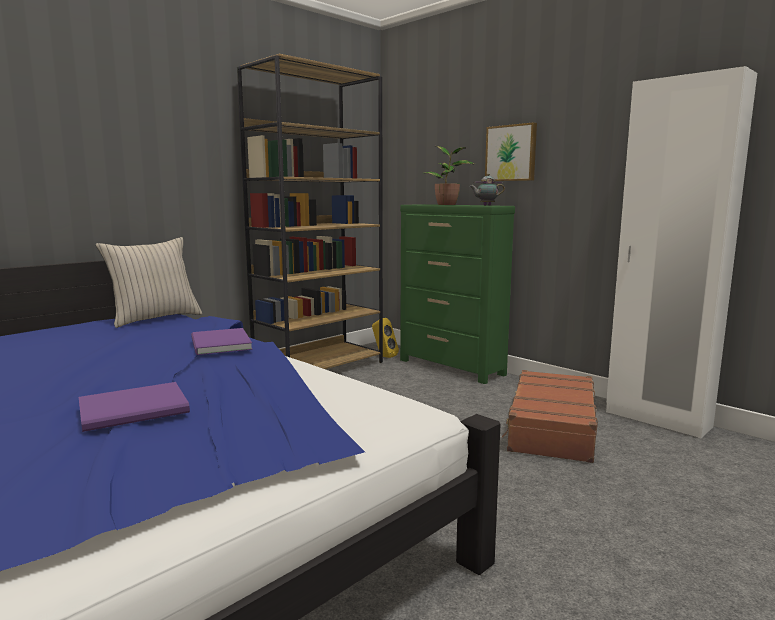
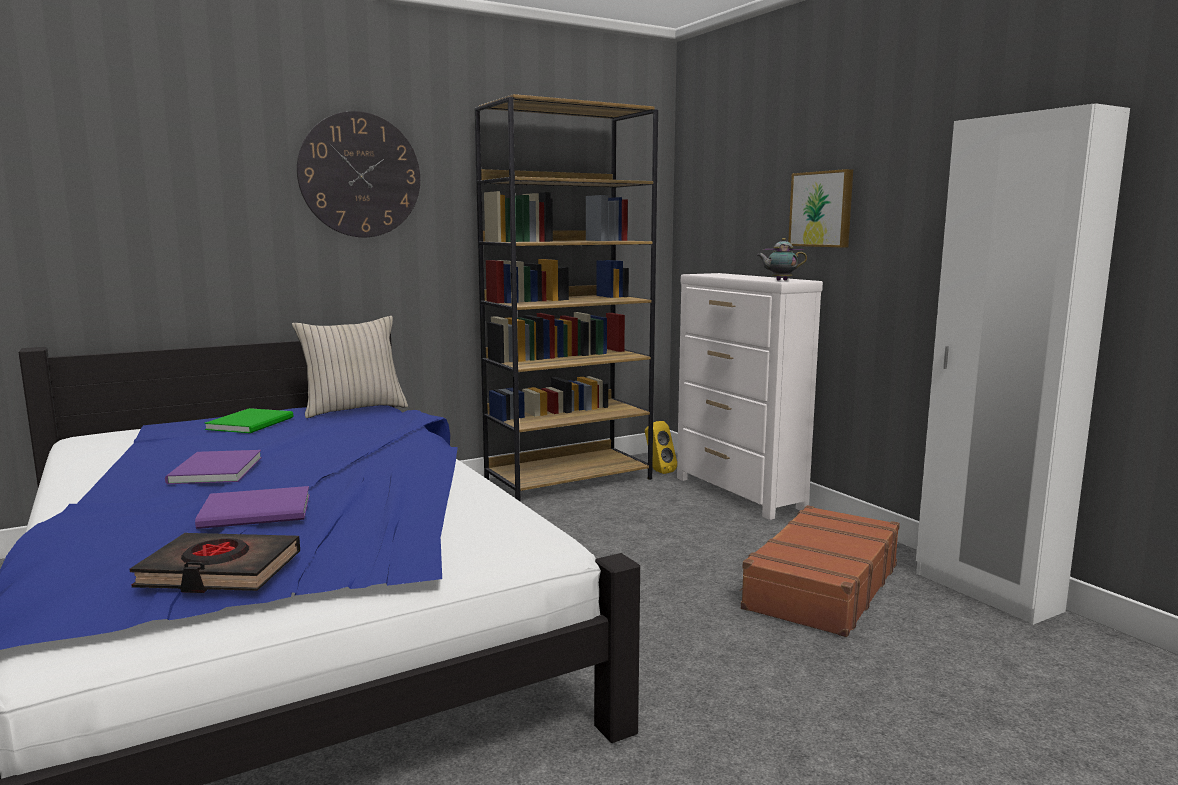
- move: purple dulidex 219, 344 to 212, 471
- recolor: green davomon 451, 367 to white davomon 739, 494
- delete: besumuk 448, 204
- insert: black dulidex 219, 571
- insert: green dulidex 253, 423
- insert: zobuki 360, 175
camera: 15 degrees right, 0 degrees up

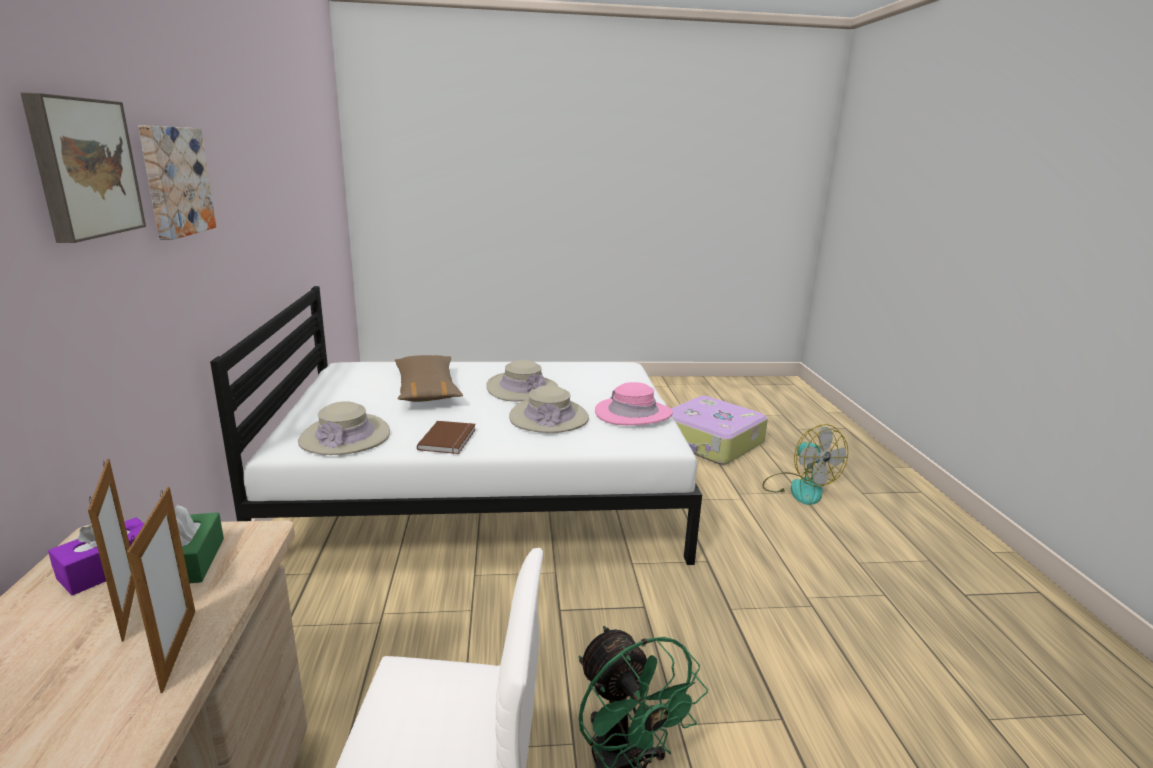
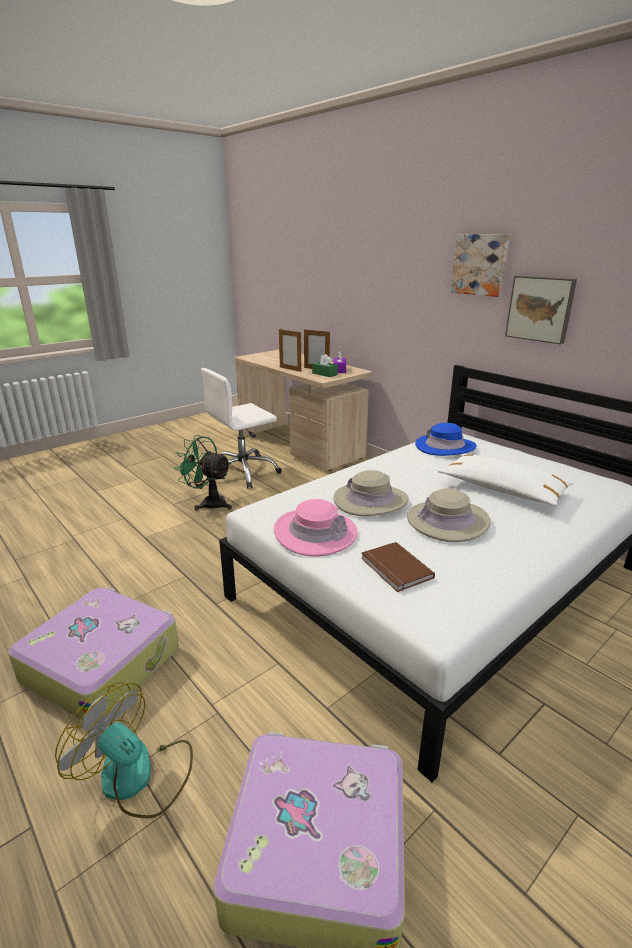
- move: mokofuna 82, 167 to 540, 309
- recolor: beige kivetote 345, 437 to blue kivetote 445, 446
- recolor: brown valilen 427, 389 to white valilen 502, 489
- move: brown dulidex 449, 439 to 394, 569
- insert: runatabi 102, 663
camera: 145 degrees right, 5 degrees up

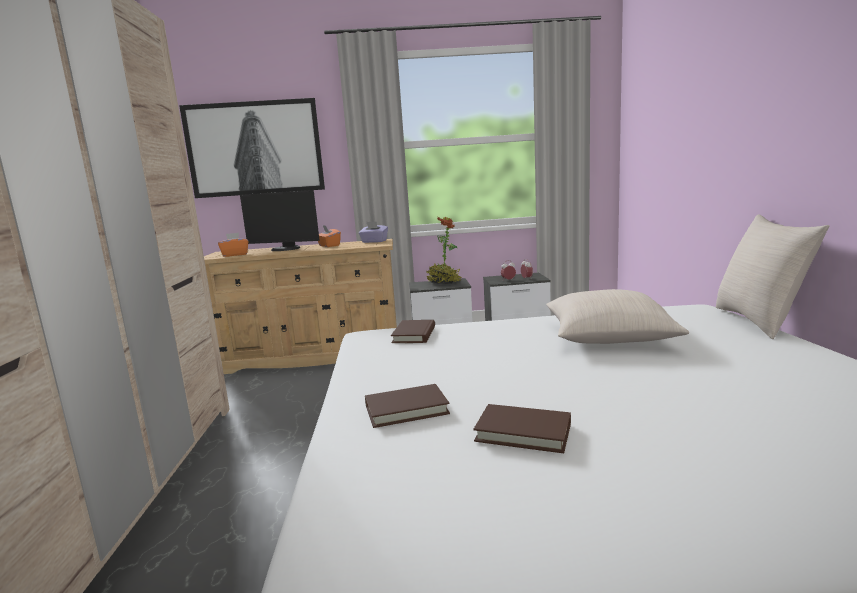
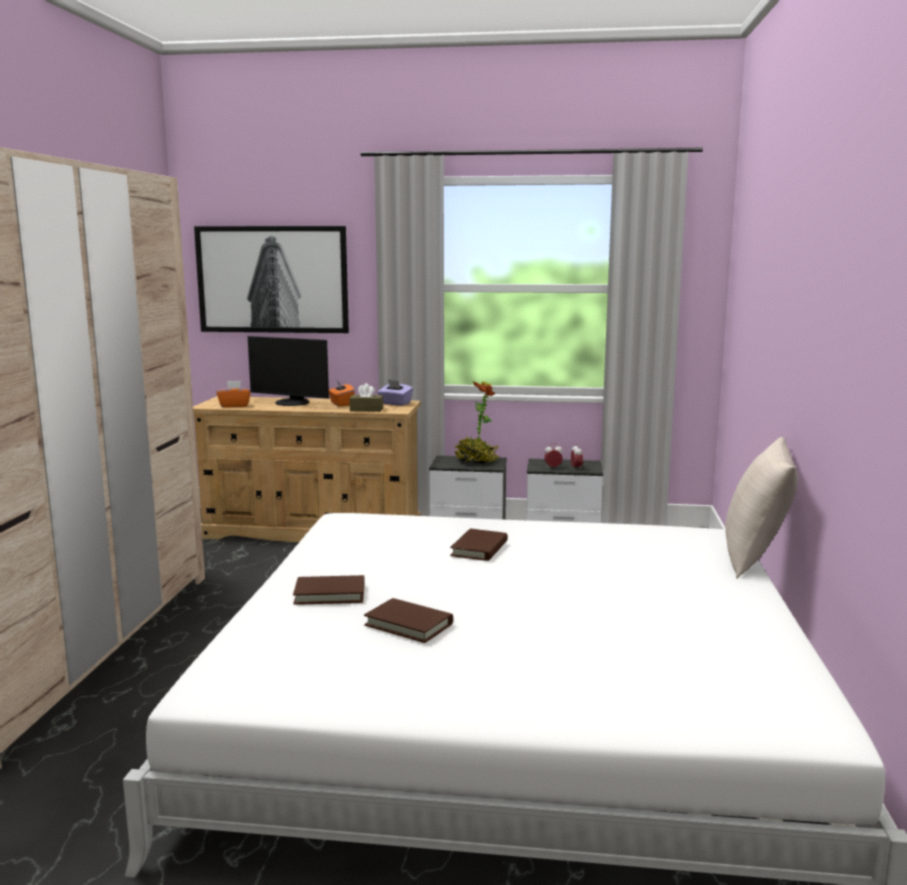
- move: brown dulidex 414, 335 to 479, 548
- delete: beige valilen 608, 337
- insert: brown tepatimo 366, 410
camera: 10 degrees right, 0 degrees up

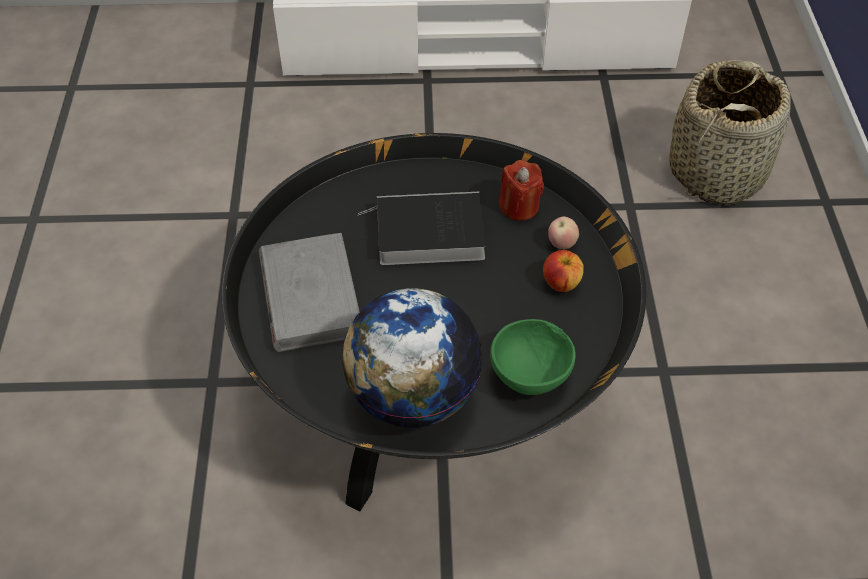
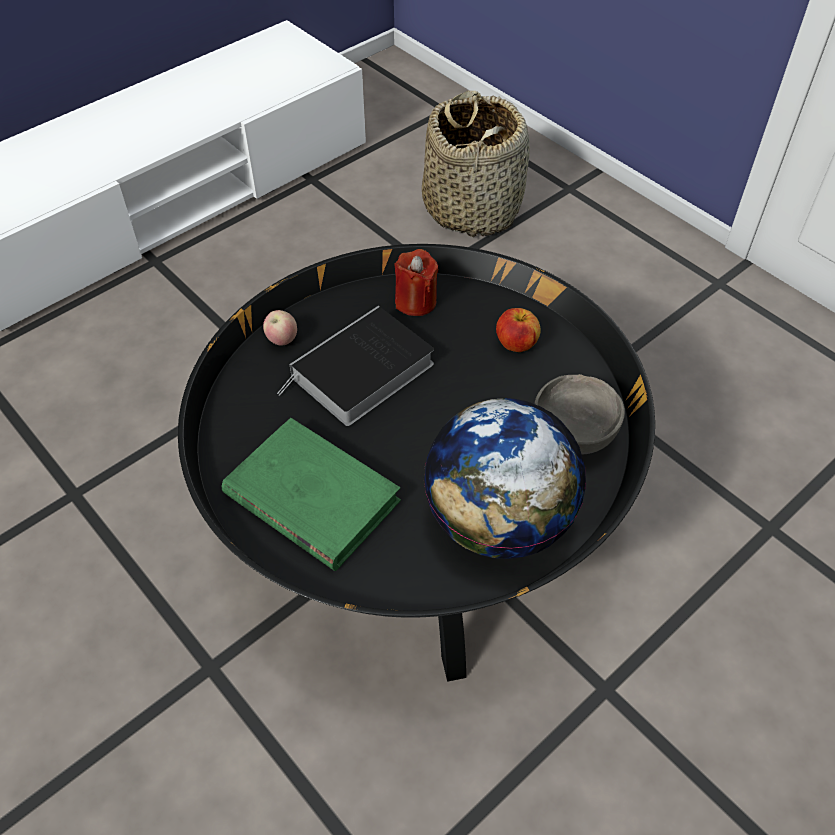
- recolor: grey dulidex 310, 295 to green dulidex 311, 497
- recolor: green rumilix 531, 376 to grey rumilix 574, 436
- move: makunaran 561, 243 to 282, 340
camera: 40 degrees left, 0 degrees up

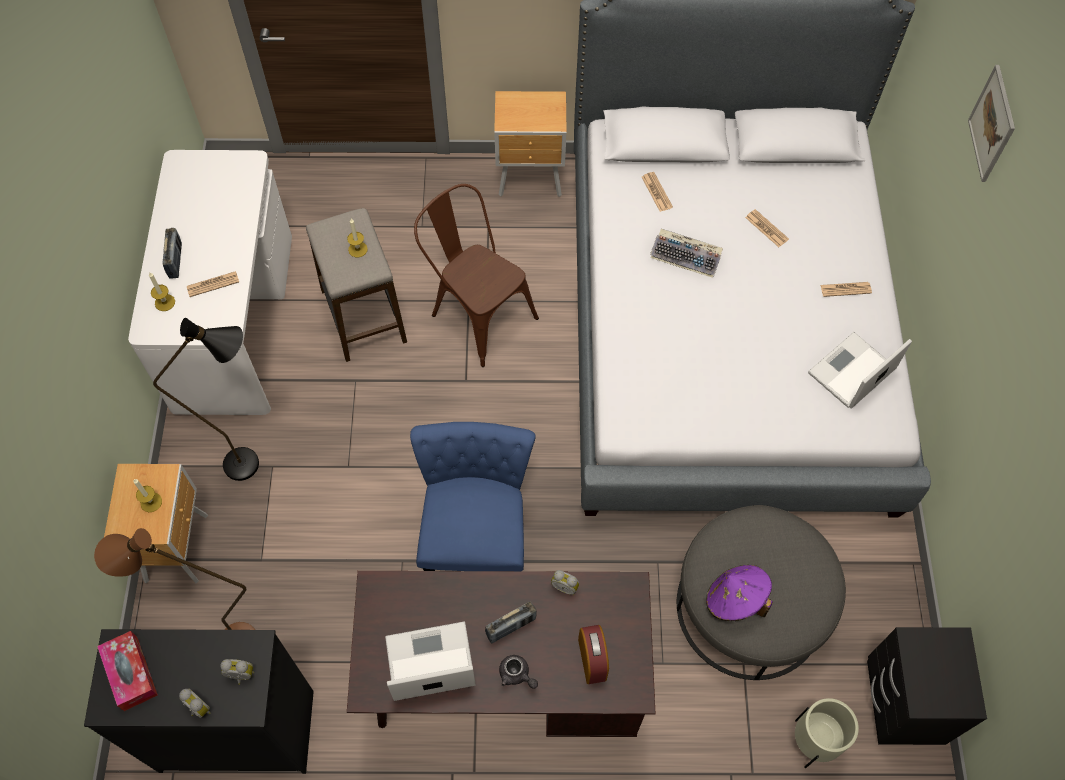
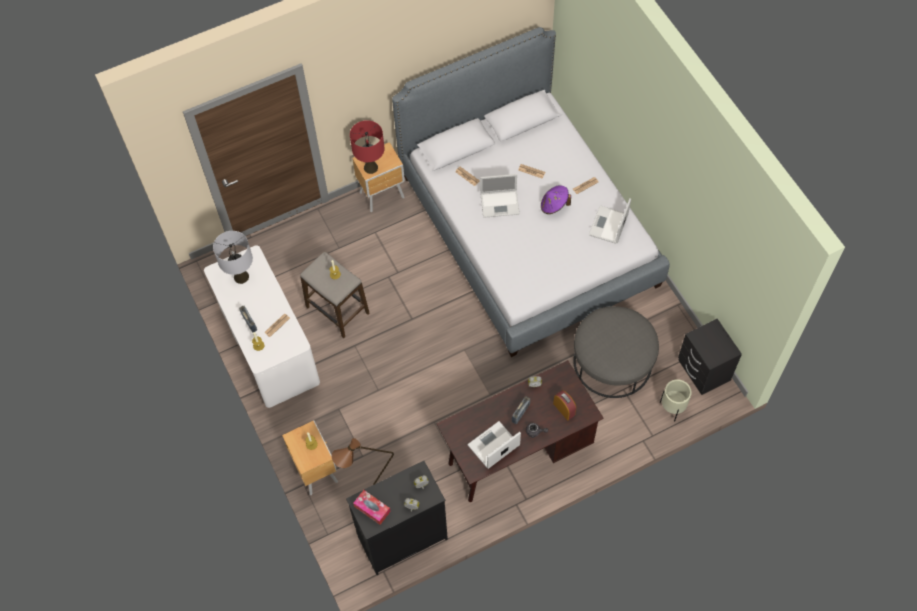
- delete: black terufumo 255, 463
- delete: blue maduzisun 476, 535
- delete: brown maduzisun 477, 313
- replace: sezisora 686, 256 to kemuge 500, 203
- move: purple kivetote 735, 600 to 554, 205
- delete: mokofuna 992, 124
- insert: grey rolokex 241, 277
- insert: red rolokex 371, 168
camera: 25 degrees left, 0 degrees up

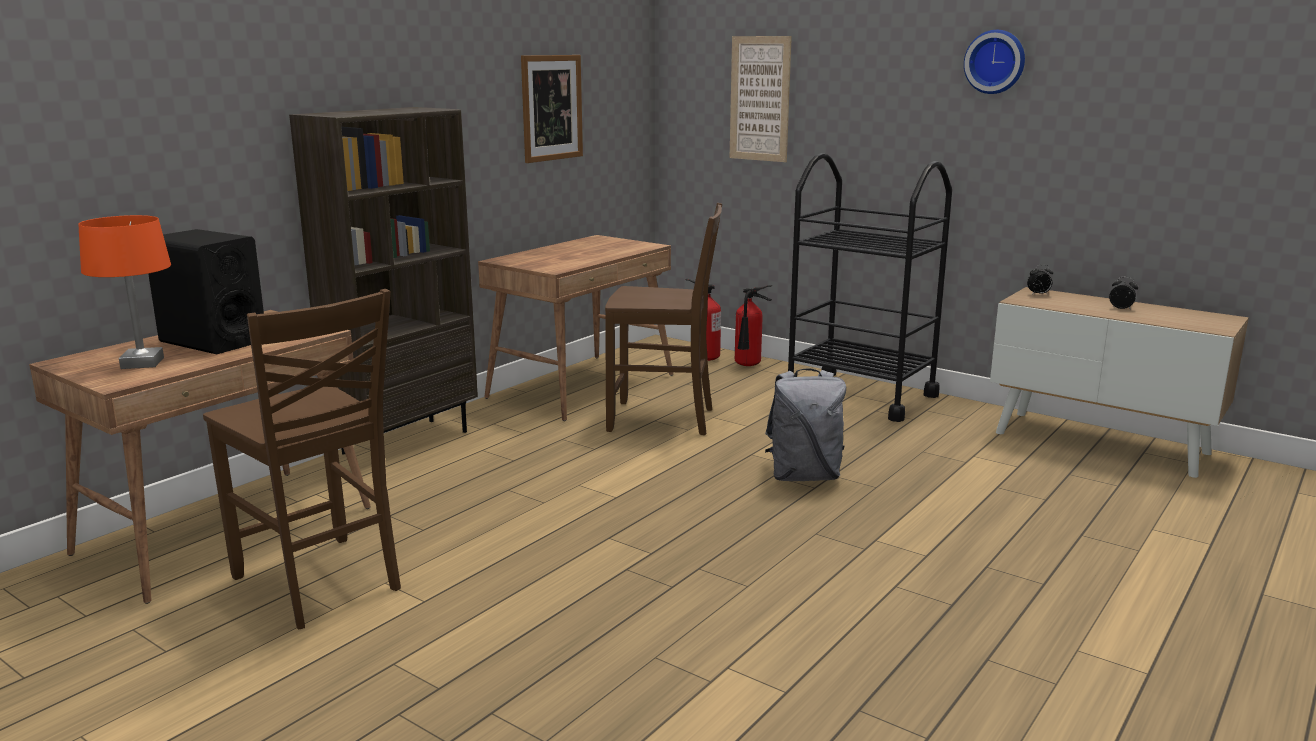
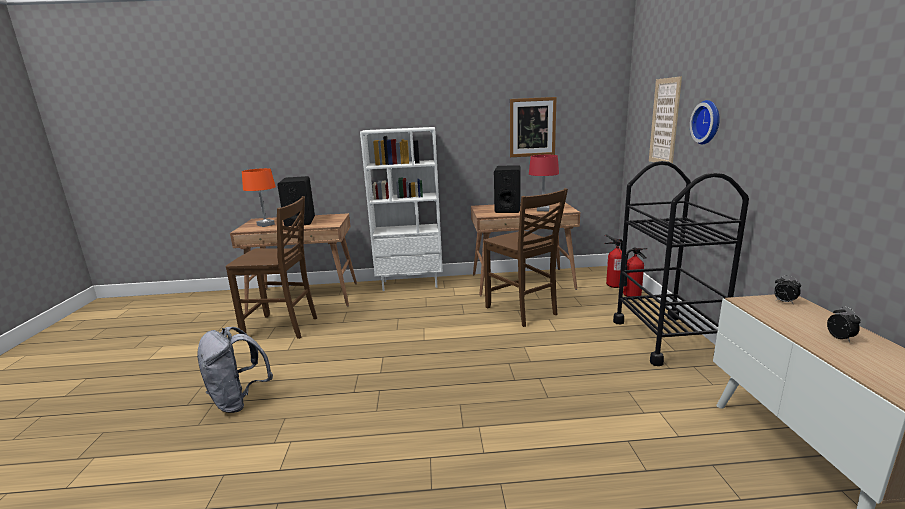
- rotate: brown maduzisun 319, 584 = 282, 328 90 degrees counterclockwise
- recolor: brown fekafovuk 405, 441 to white fekafovuk 410, 284
- move: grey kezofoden 804, 476 to 239, 401
- move: zobuki 995, 62 to 708, 122
- insert: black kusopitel 507, 209
- insert: red rolokex 543, 210
camera: 50 degrees right, 0 degrees up

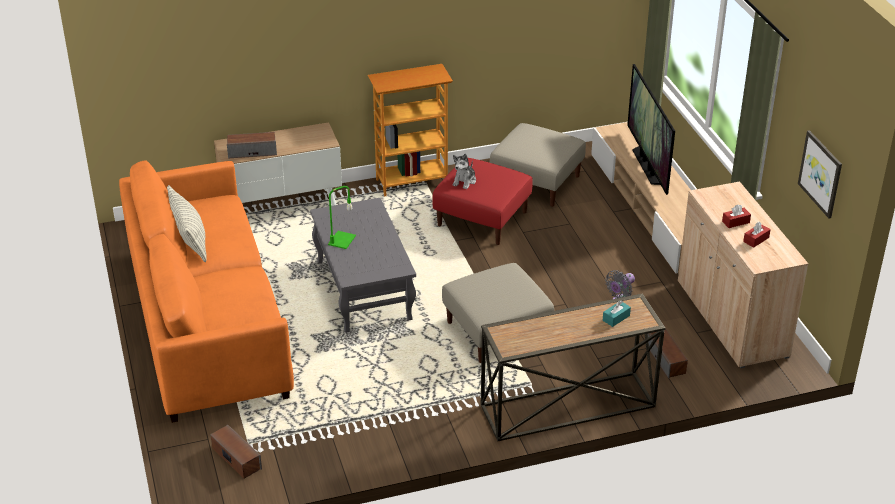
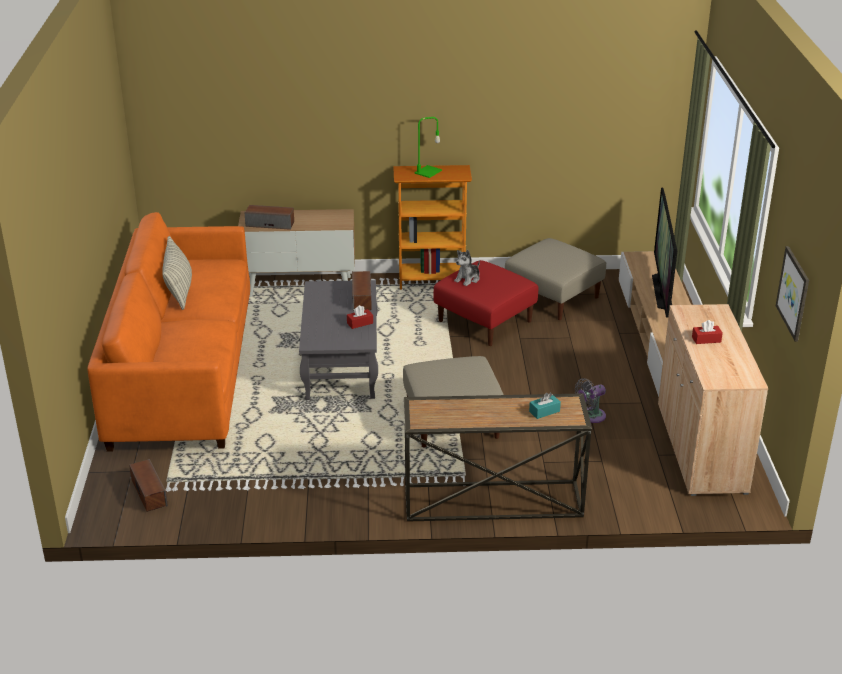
- move: green rolokex 342, 240 to 428, 172
- move: kusopitel 666, 359 to 362, 298
- move: red tepatimo 756, 239 to 360, 323
camera: 15 degrees right, 5 degrees down

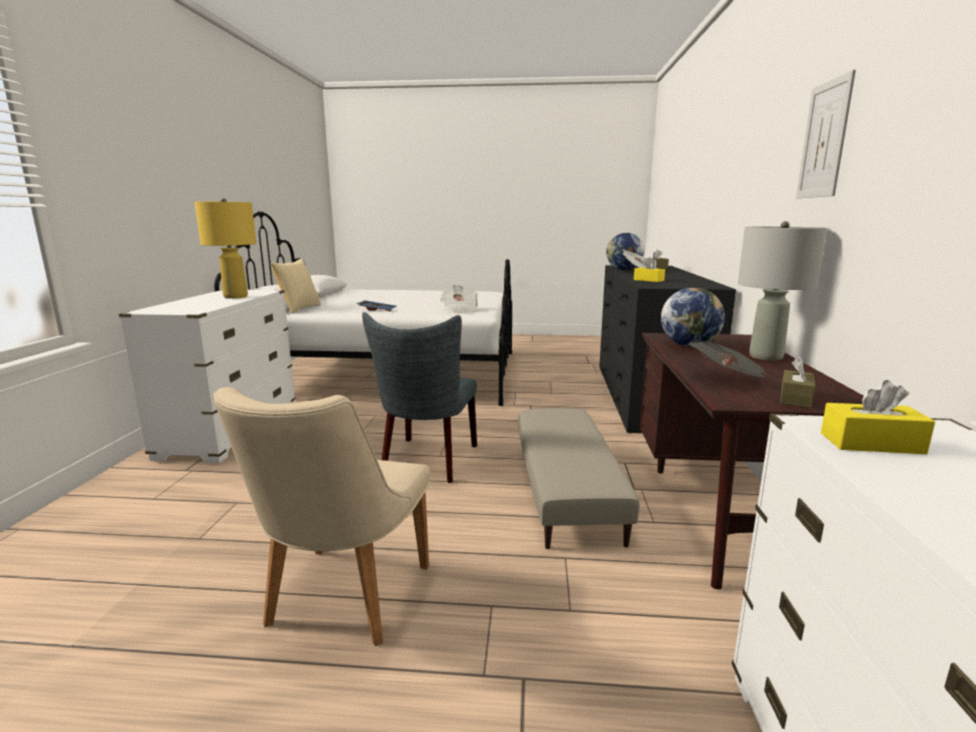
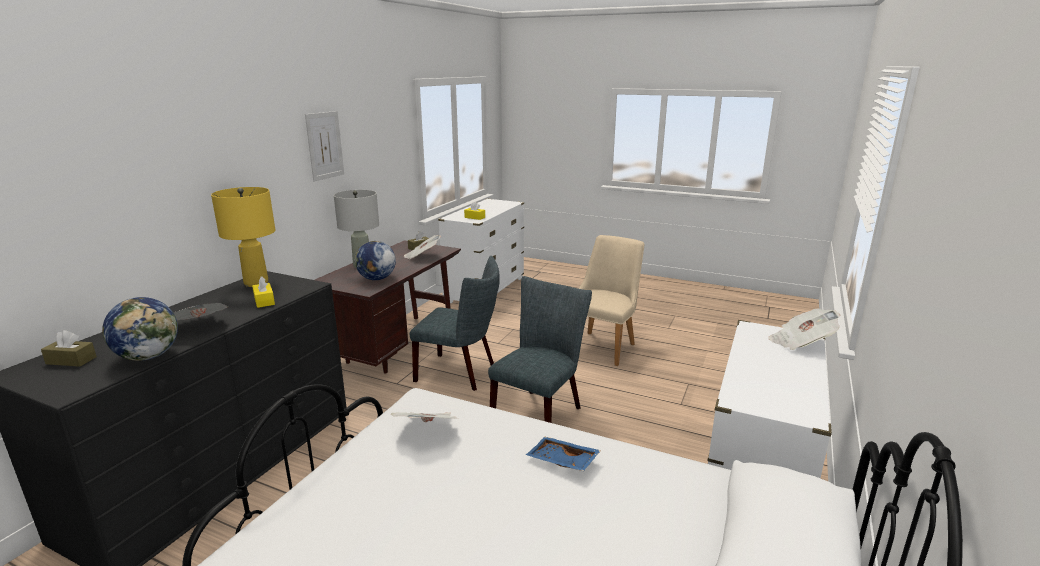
- move: yellow rolokex 235, 297 to 256, 283
- delete: valilen 298, 309
- replace: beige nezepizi 565, 489 to grey maduzisun 460, 373
- insert: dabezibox 800, 343
camera: 160 degrees left, 5 degrees up

